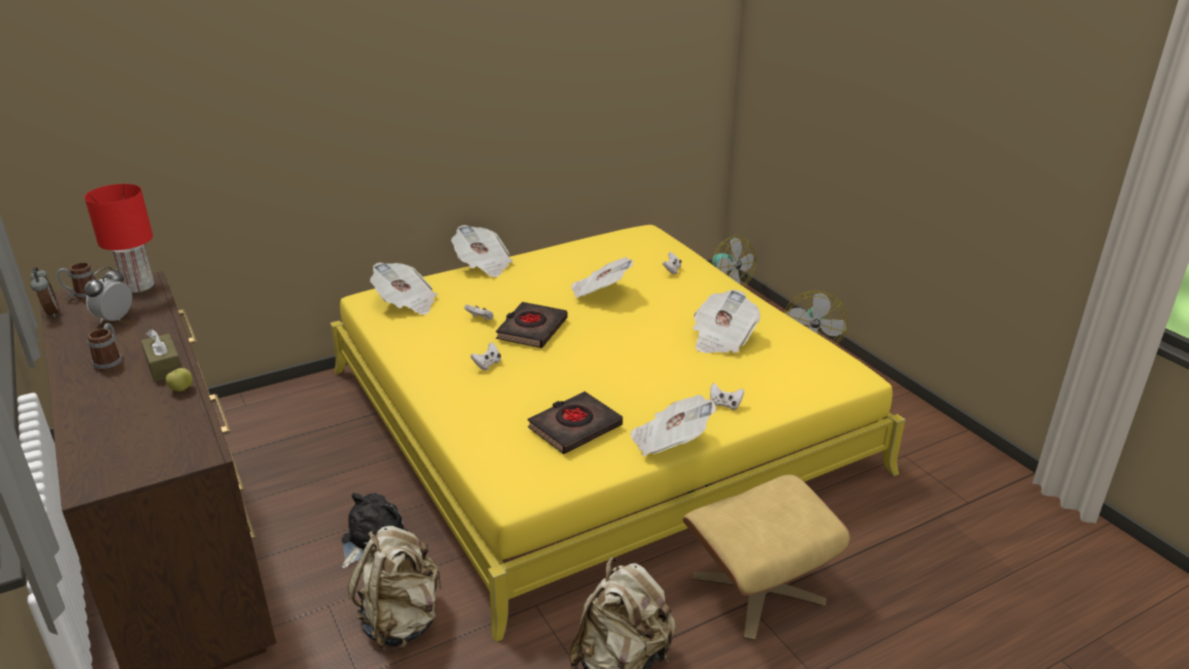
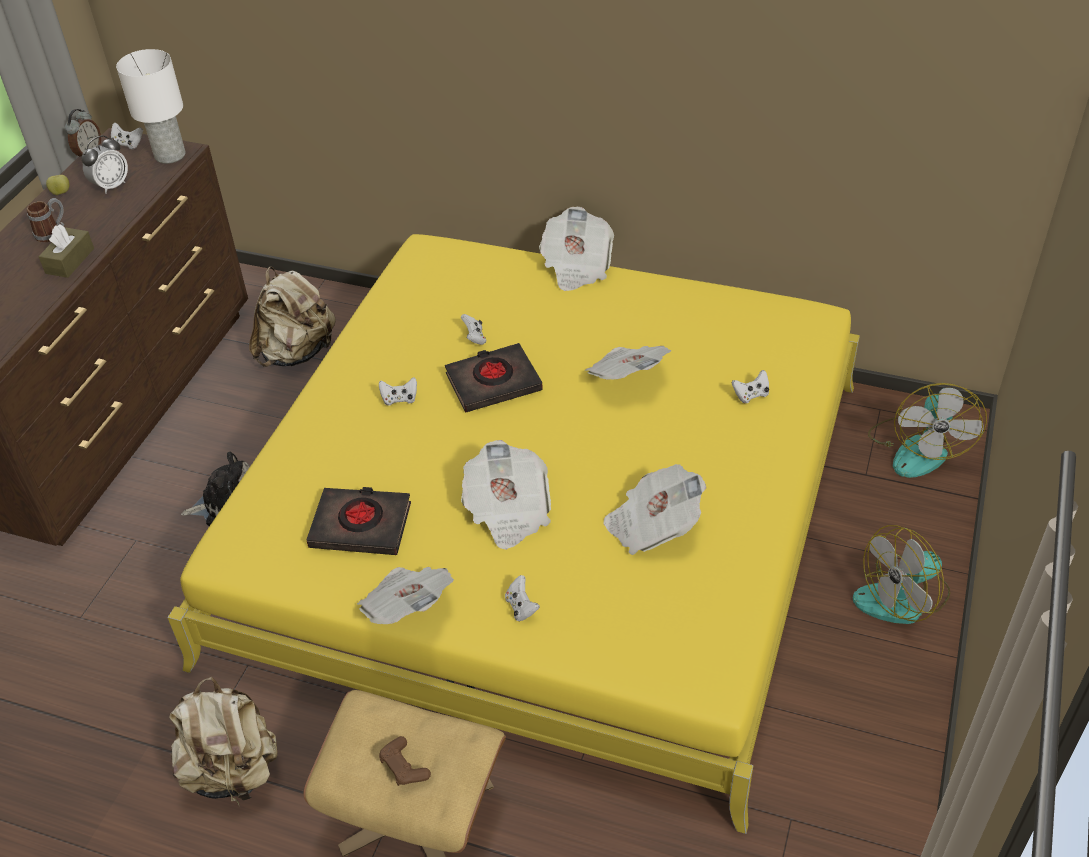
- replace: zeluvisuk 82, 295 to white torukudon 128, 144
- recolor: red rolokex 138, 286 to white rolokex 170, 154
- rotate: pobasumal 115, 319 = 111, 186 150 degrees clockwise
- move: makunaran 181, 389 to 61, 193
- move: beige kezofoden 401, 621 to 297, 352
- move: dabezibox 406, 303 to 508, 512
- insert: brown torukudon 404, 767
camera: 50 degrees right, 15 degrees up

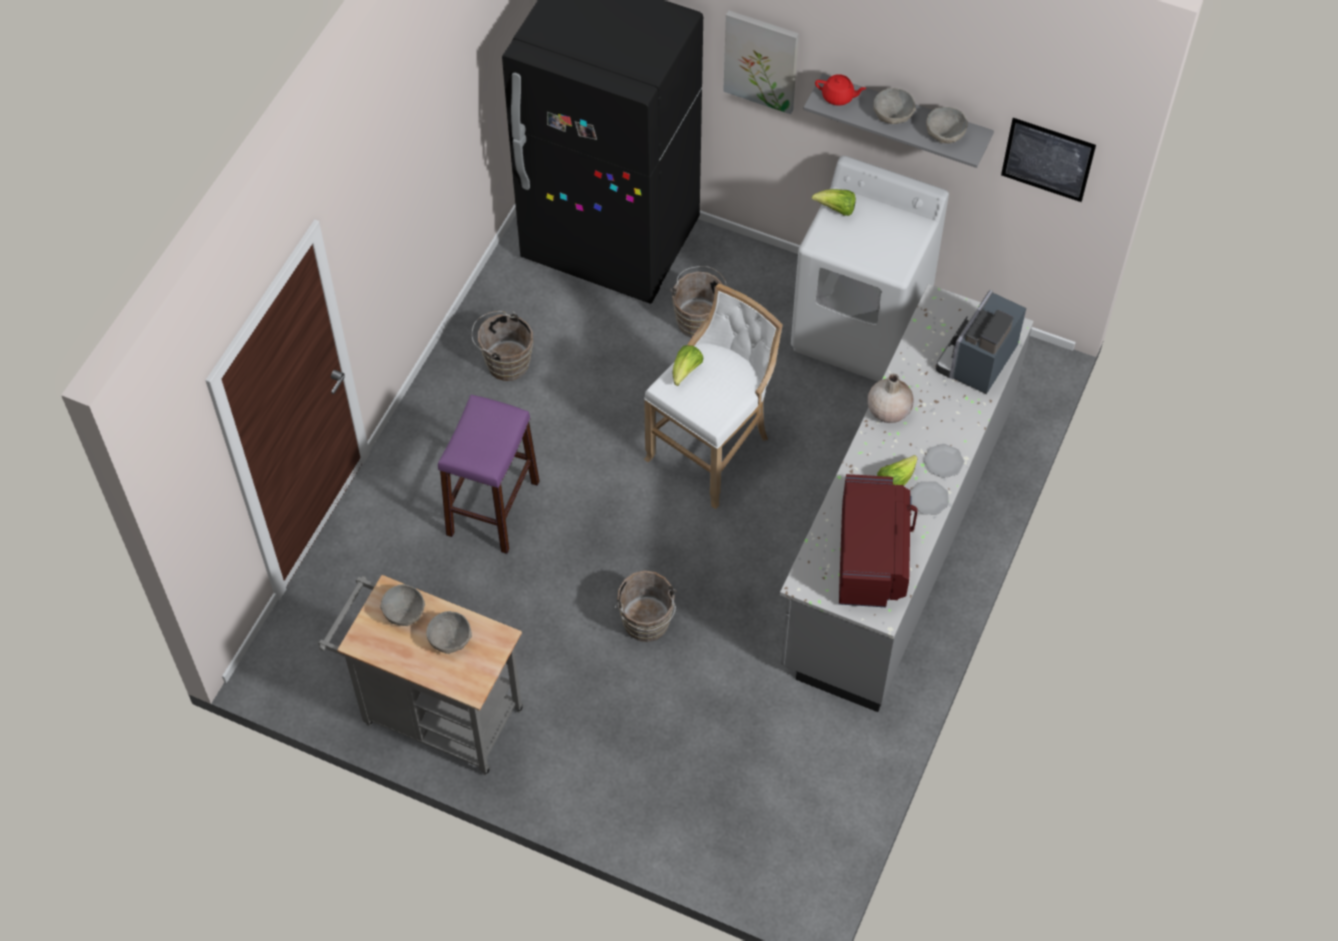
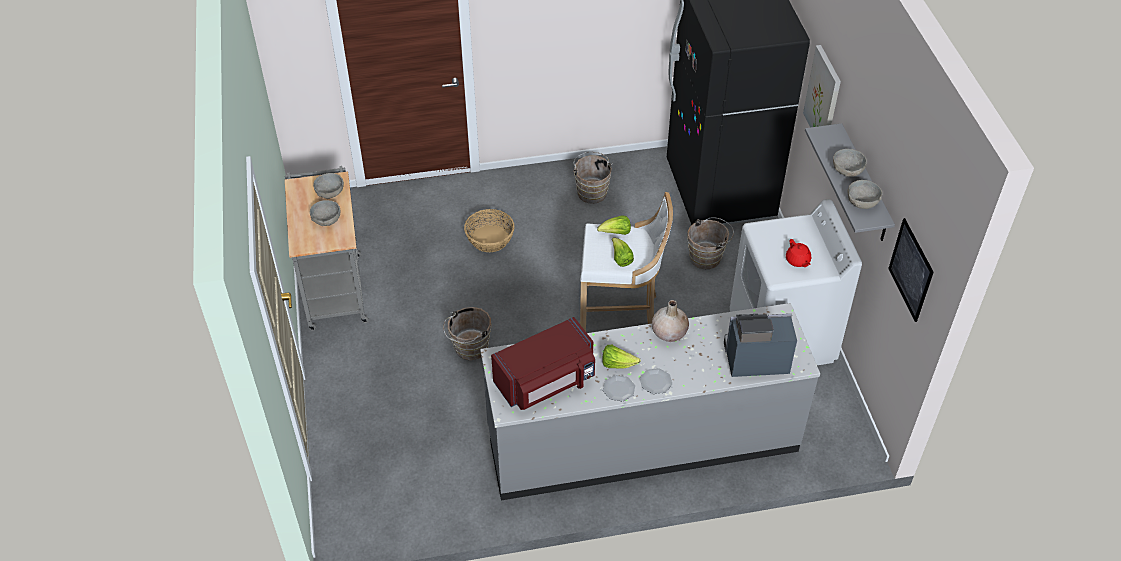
- replace: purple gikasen 493, 508 to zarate 490, 238
- move: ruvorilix 836, 209 to 621, 259
- move: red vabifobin 838, 97 to 797, 261
camera: 55 degrees right, 10 degrees down

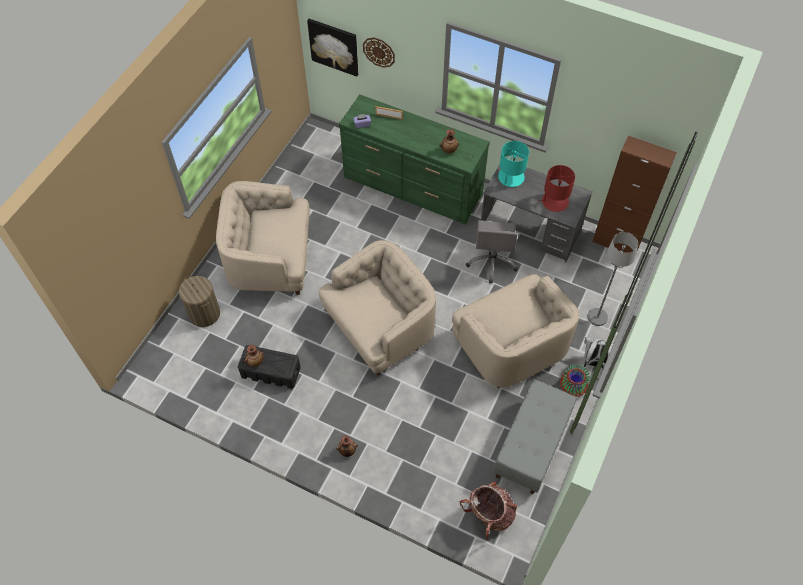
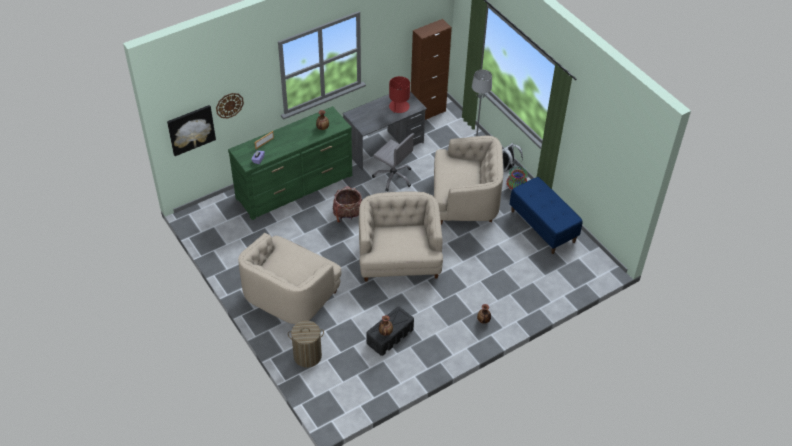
- move: kezofoden 489, 515 to 348, 215
- recolor: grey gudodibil 531, 446 to blue gudodibil 543, 226
- delete: turquoise rolokex 510, 177
camera: 60 degrees left, 10 degrees down

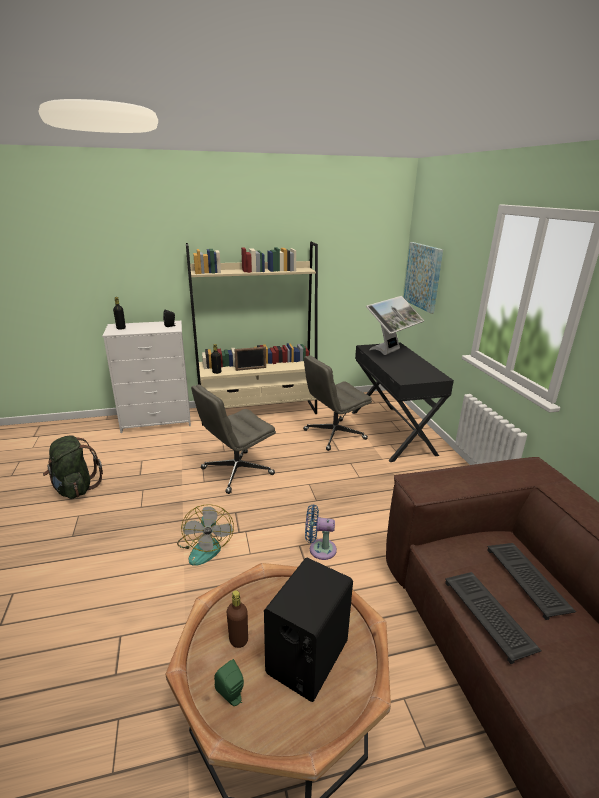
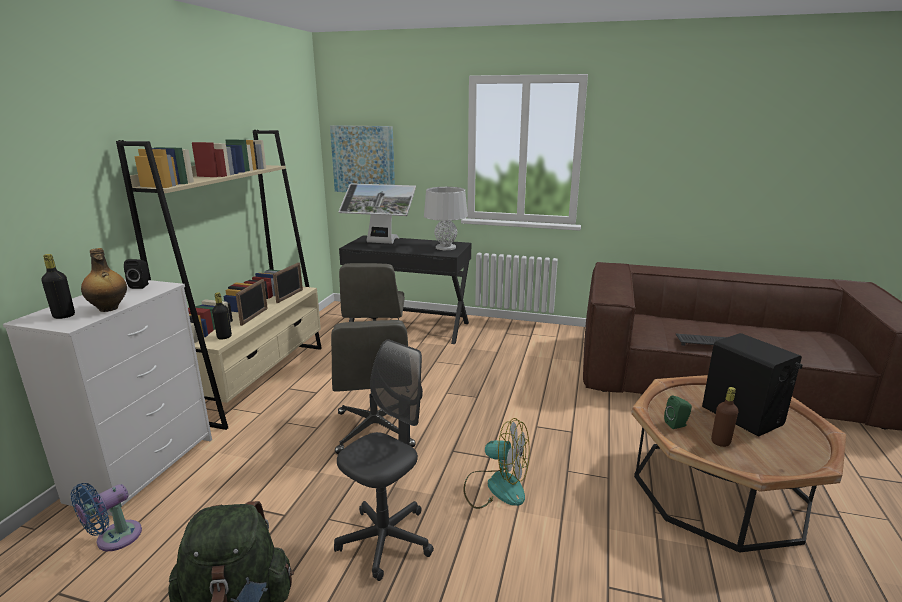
- move: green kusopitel 232, 695 to 677, 424
- move: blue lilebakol 319, 549 to 114, 539
- rotate: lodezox 390, 352 = 380, 242 120 degrees clockwise
- delete: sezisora 528, 579
- insert: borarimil 109, 309
- insert: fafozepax 290, 296
- insert: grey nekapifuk 385, 540
- insert: grey rolokex 445, 247
camera: 60 degrees left, 5 degrees down

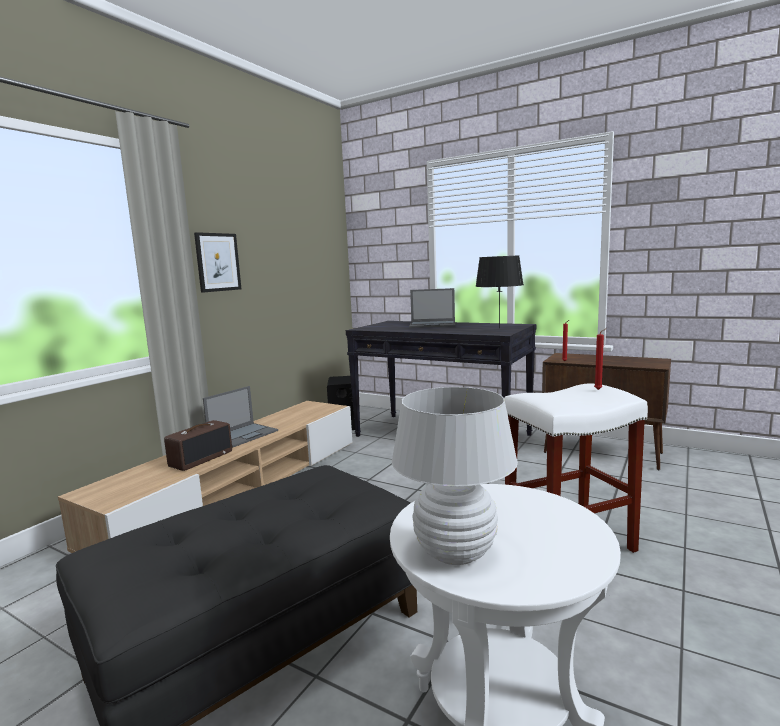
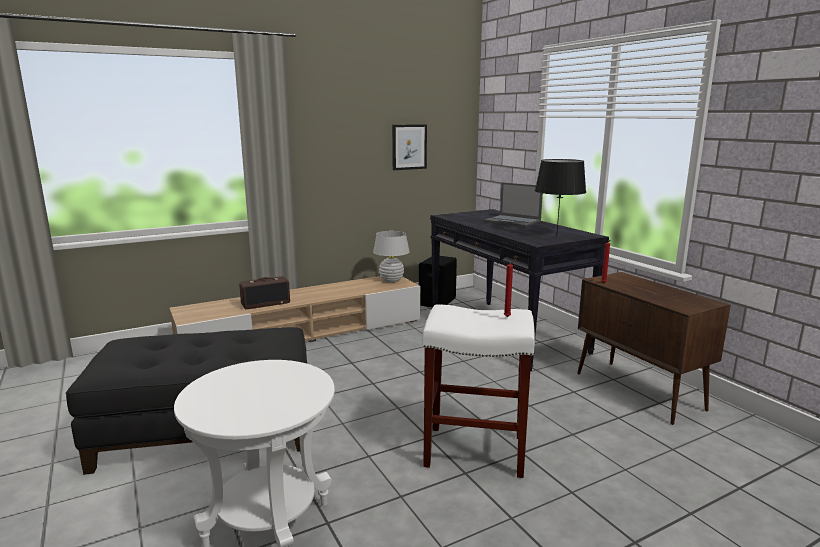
- move: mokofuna 218, 262 to 409, 147
- delete: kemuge 244, 435
- move: white rolokex 455, 553 to 391, 280
camera: 30 degrees right, 5 degrees up

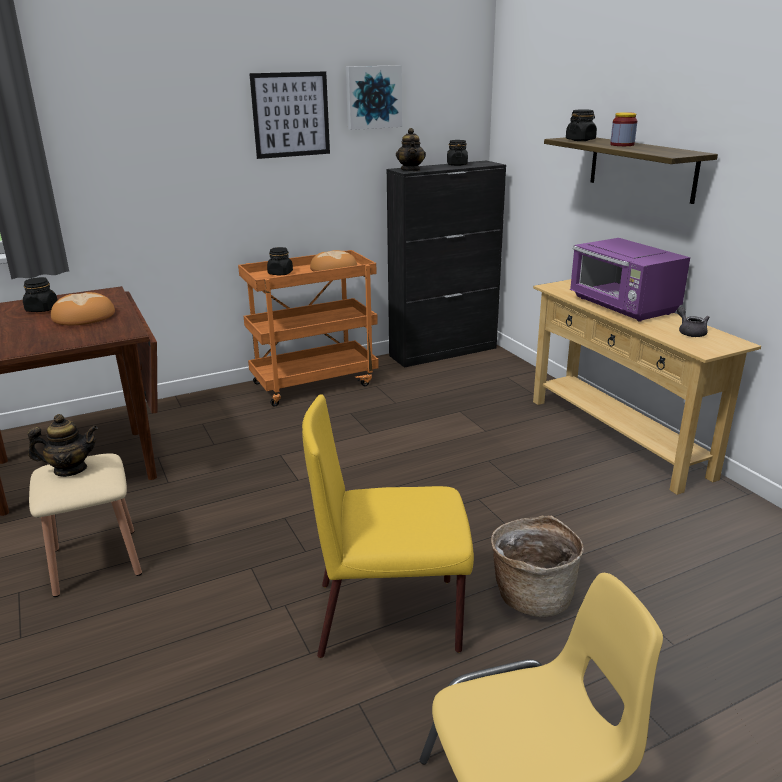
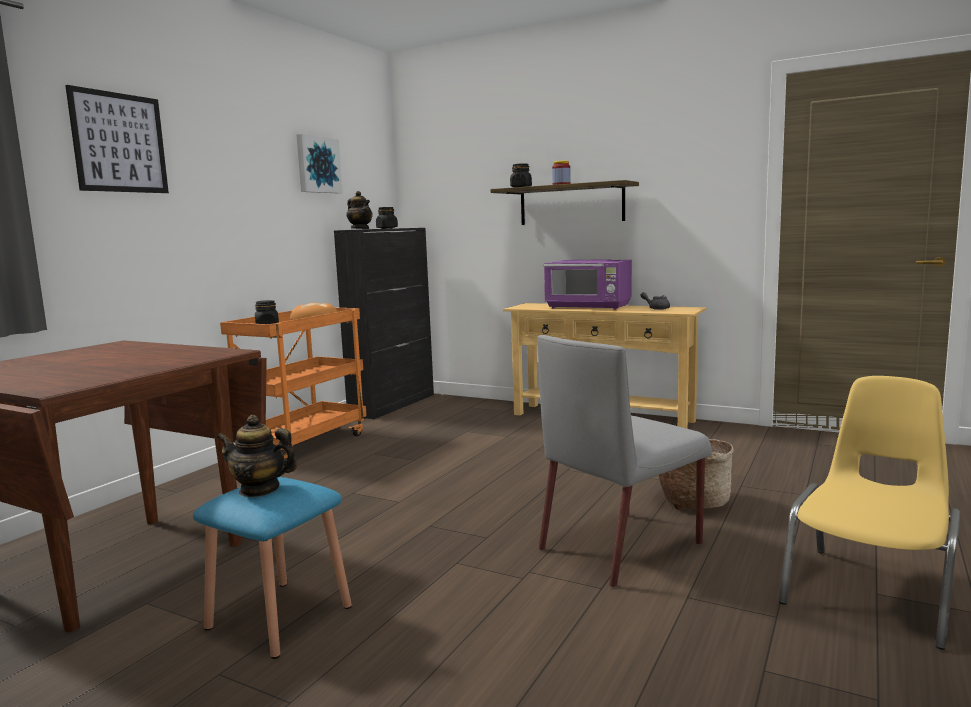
- delete: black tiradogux 42, 309
- rotate: vabifobin 70, 469 = 259, 490 120 degrees counterclockwise
- recolor: beige gikasen 96, 561 to blue gikasen 279, 617
- delete: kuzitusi 83, 316
- move: mokofuna 291, 115 to 119, 143
- recolor: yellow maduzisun 391, 616 to grey maduzisun 622, 546
camera: 35 degrees left, 15 degrees down

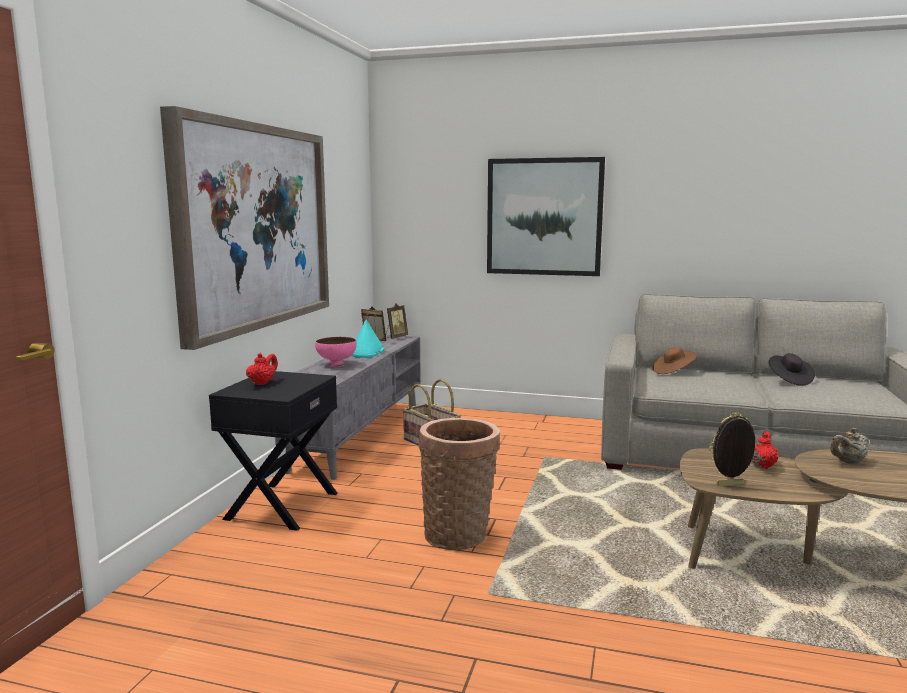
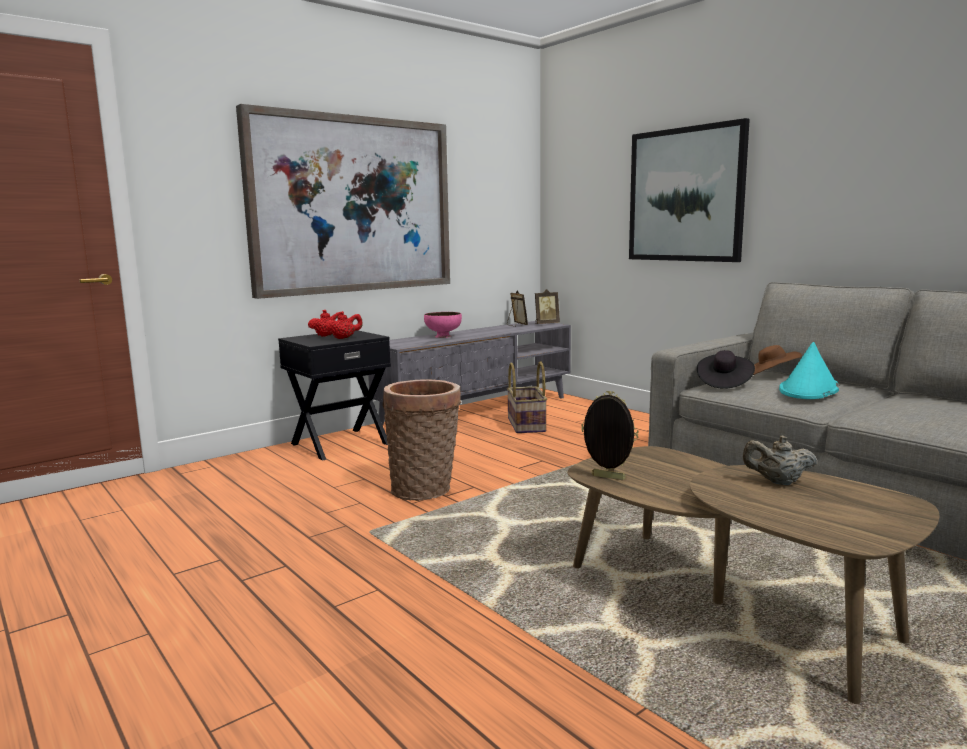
- move: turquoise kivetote 366, 351 to 809, 390
- move: red vabifobin 762, 466 to 344, 338
- move: black kivetote 789, 380 to 723, 383
camera: 35 degrees right, 0 degrees up

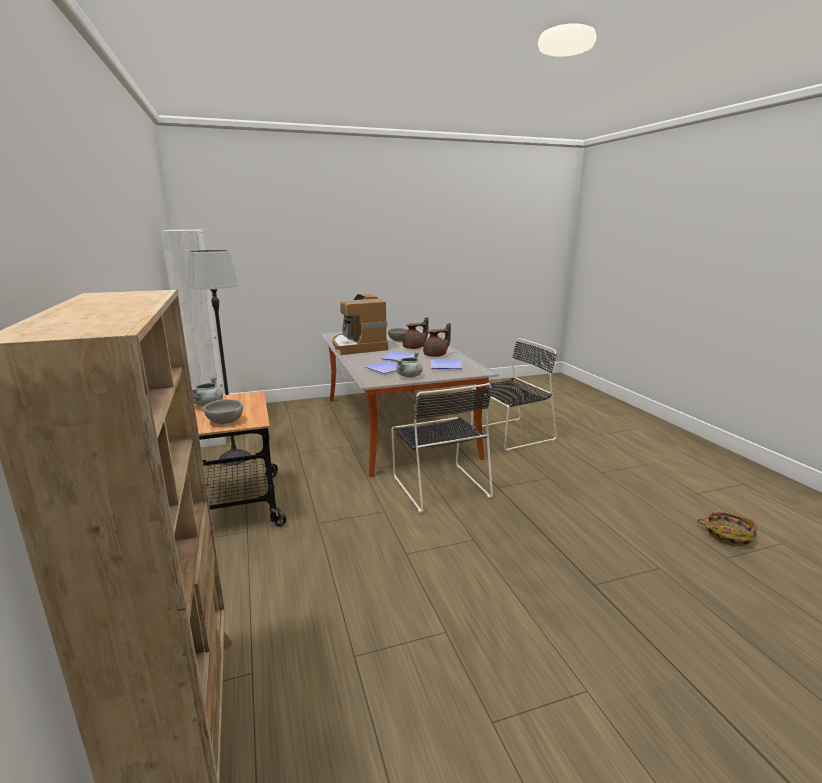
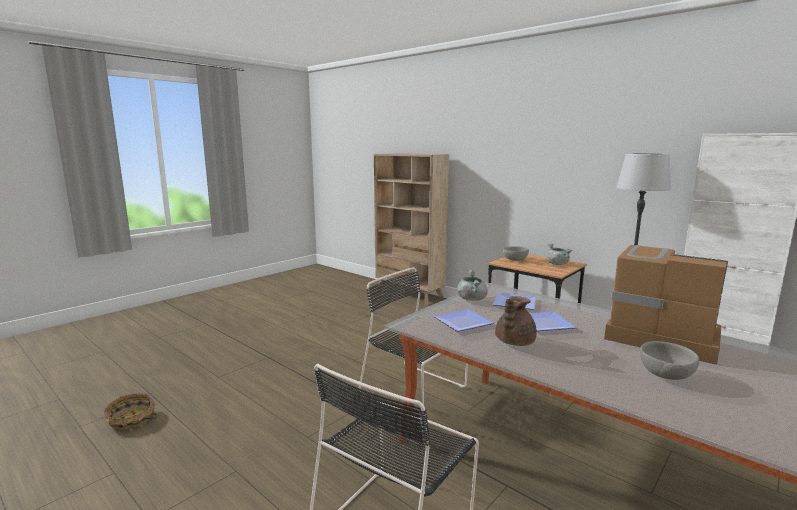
- delete: brown vabifobin 414, 348
camera: 150 degrees right, 5 degrees down

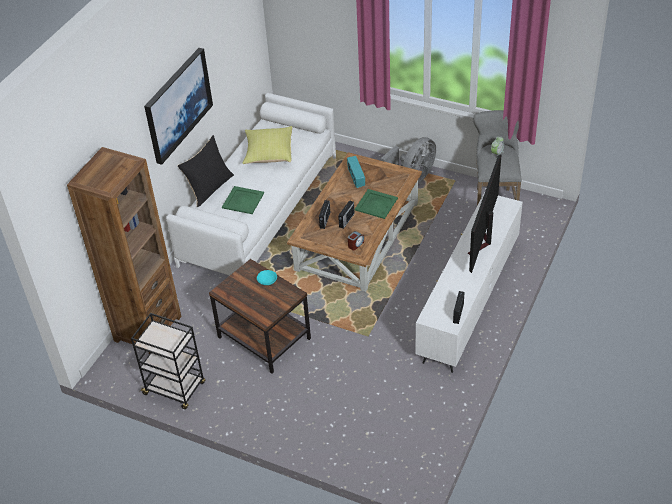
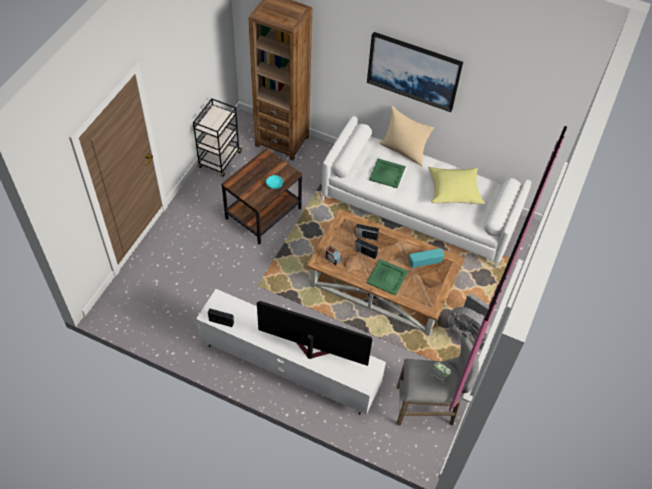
- recolor: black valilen 209, 188 to beige valilen 404, 150
camera: 85 degrees right, 10 degrees up

